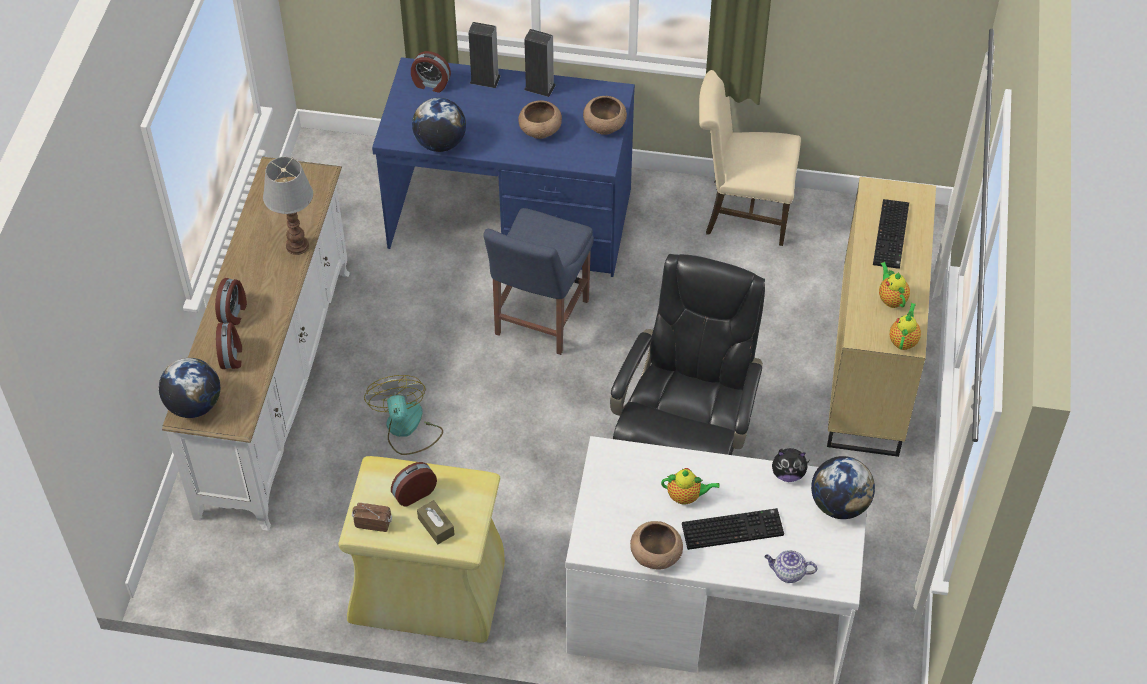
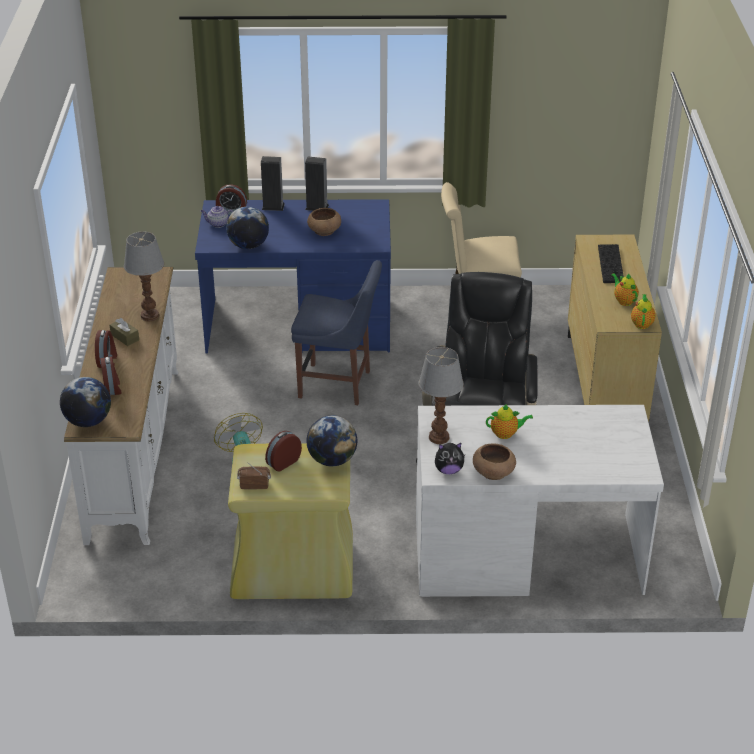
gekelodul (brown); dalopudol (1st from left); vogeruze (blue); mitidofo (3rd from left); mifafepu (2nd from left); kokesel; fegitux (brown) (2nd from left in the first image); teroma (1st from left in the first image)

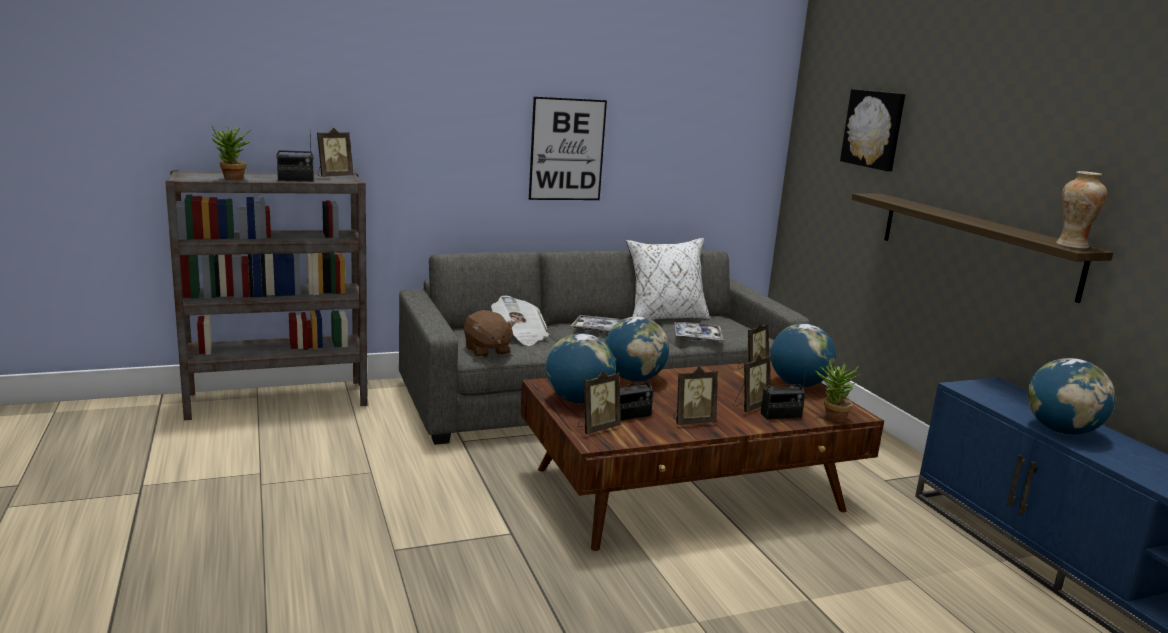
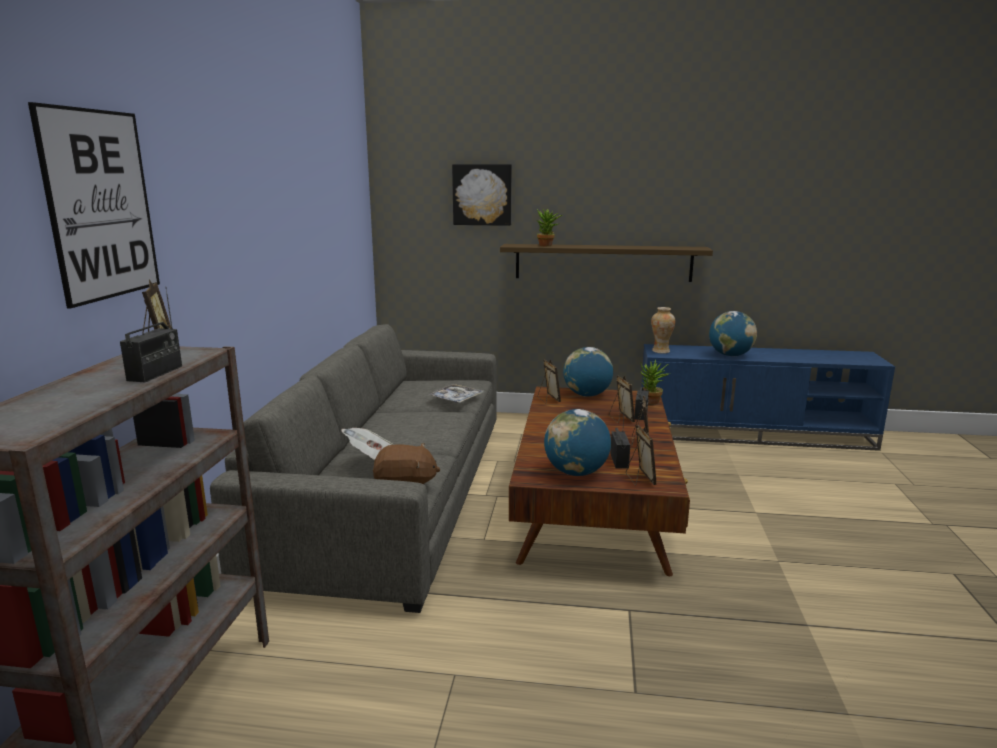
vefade (1st from left); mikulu (1st from left); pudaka; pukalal (1st from left in the first image); mitidofo (2nd from left in the first image); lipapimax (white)

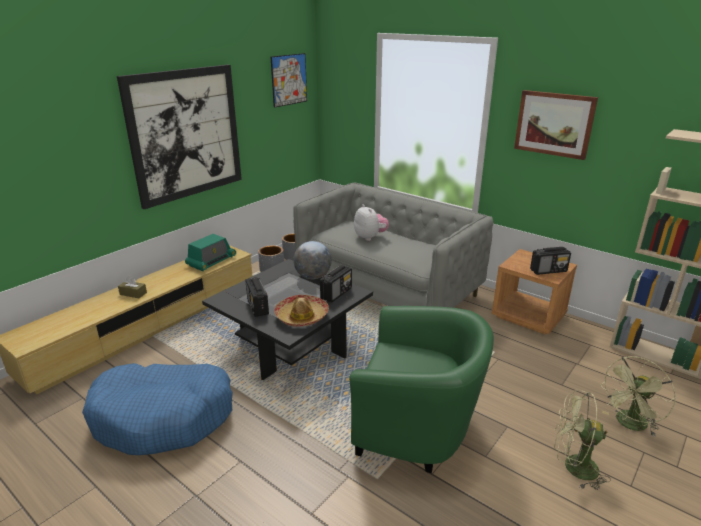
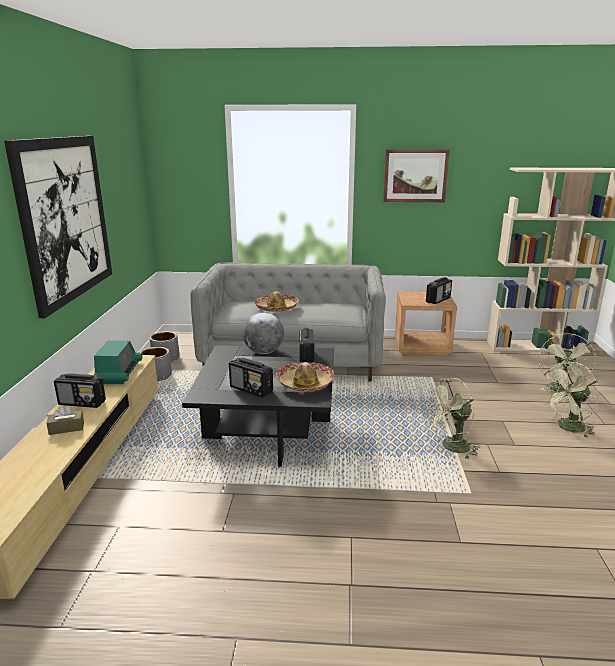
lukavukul (1st from left); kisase (1st from left); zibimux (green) (1st from left); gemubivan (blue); vefade (2nd from left in the first image)

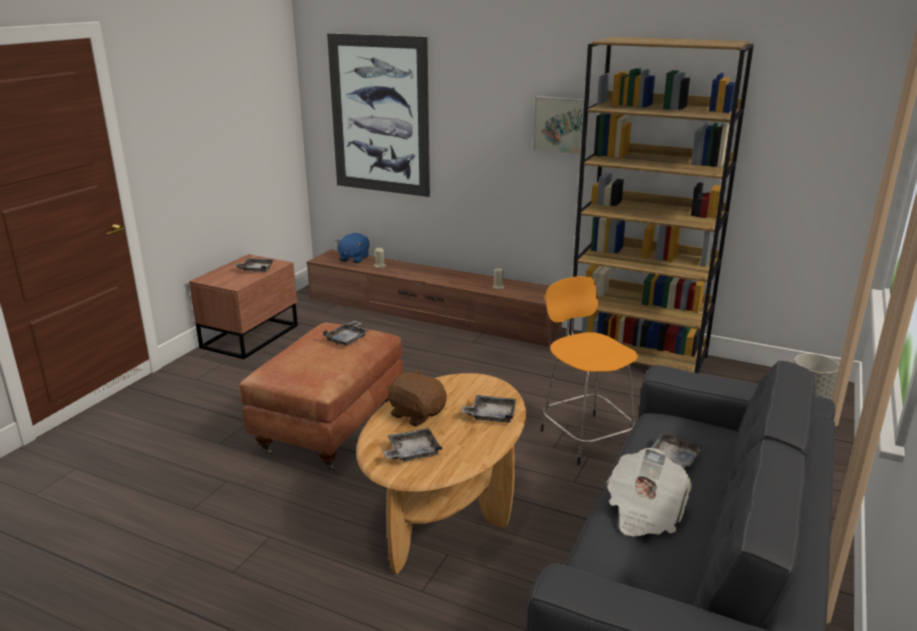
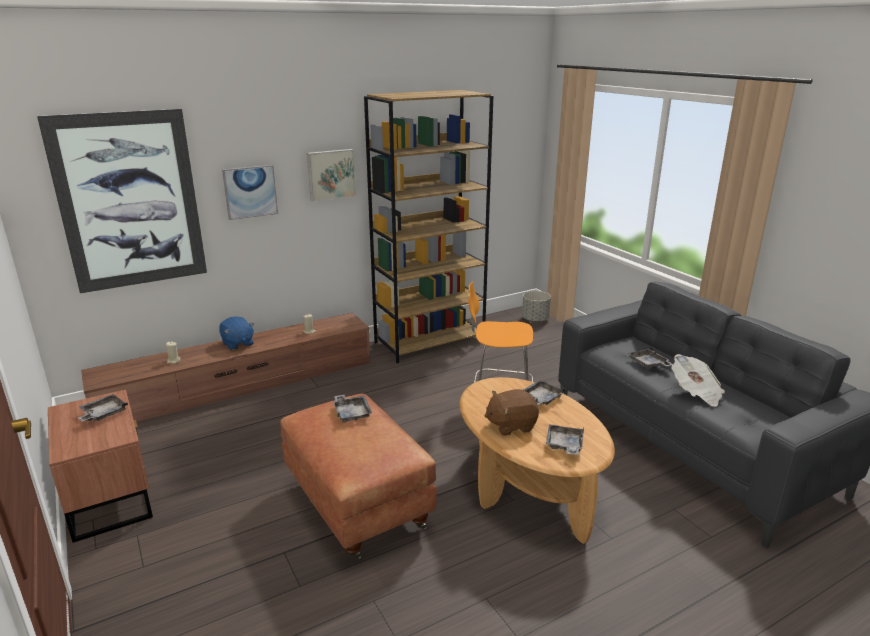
kokesel (blue); vefade (2nd from left)

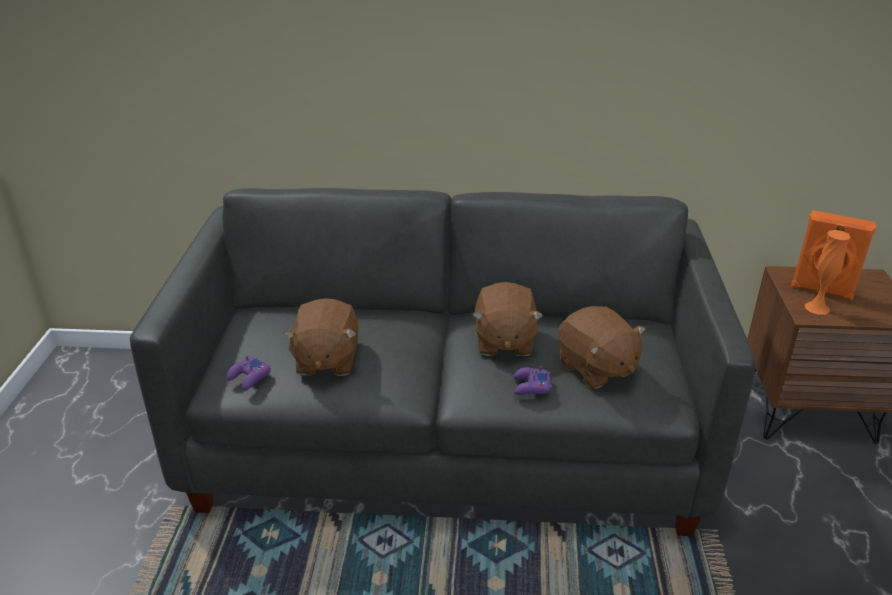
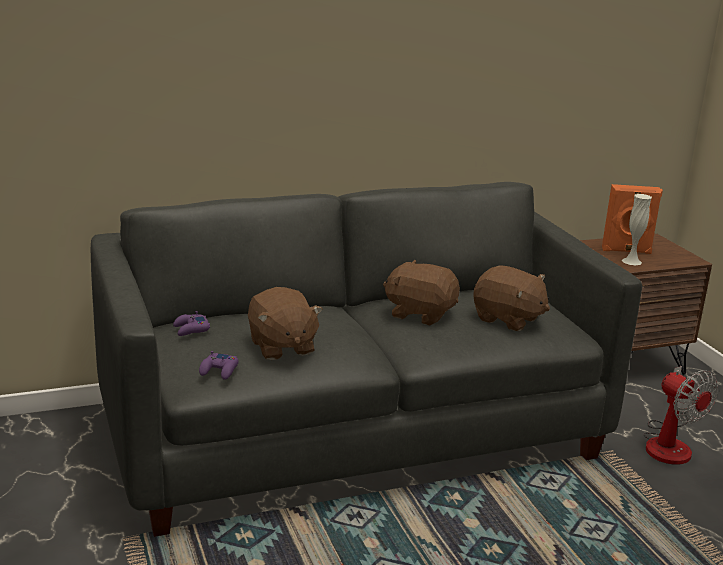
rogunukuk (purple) (1st from left); kokesel (brown) (2nd from left); pudaka (white); zibimux

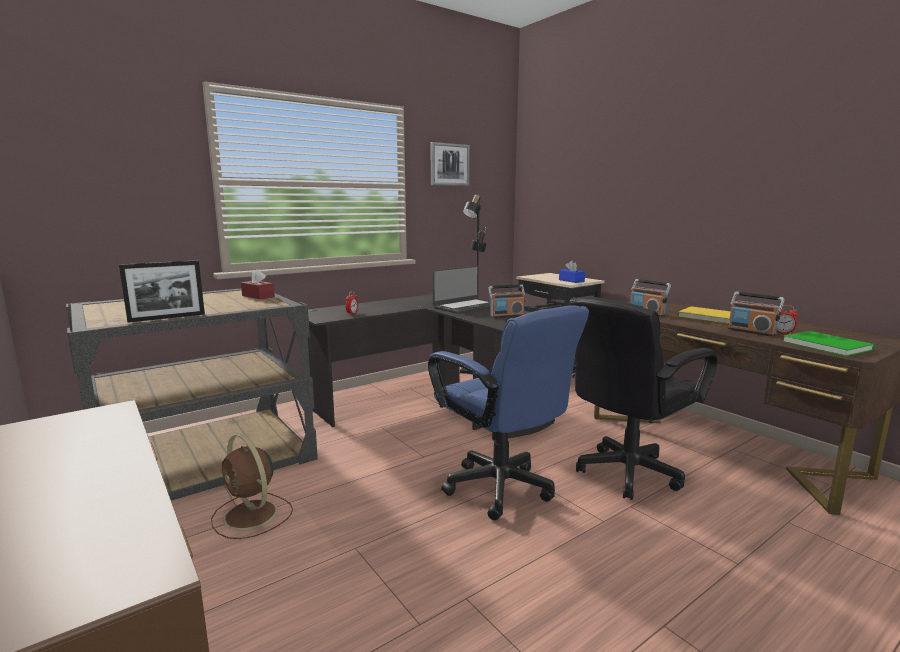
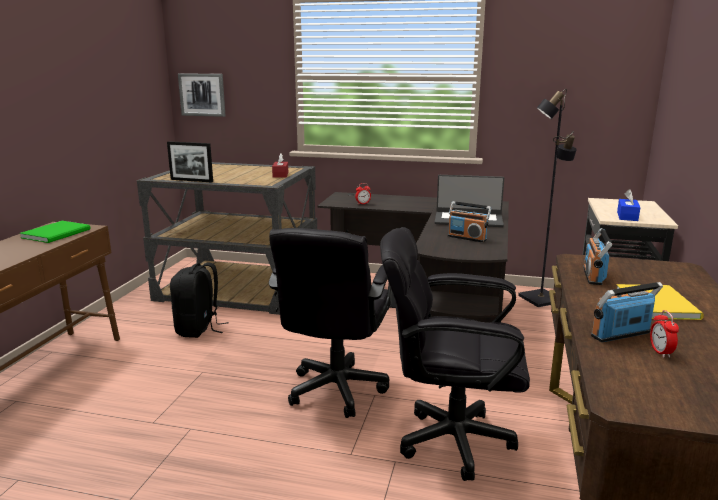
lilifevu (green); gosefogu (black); vefade; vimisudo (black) (1st from left); lukavukul (3rd from left)

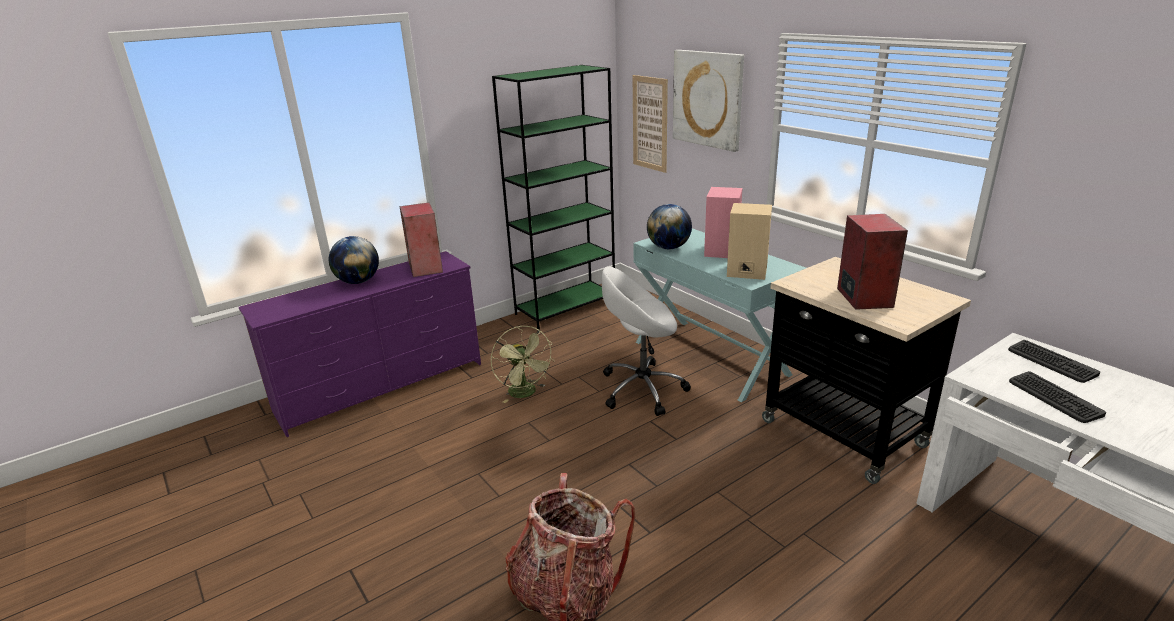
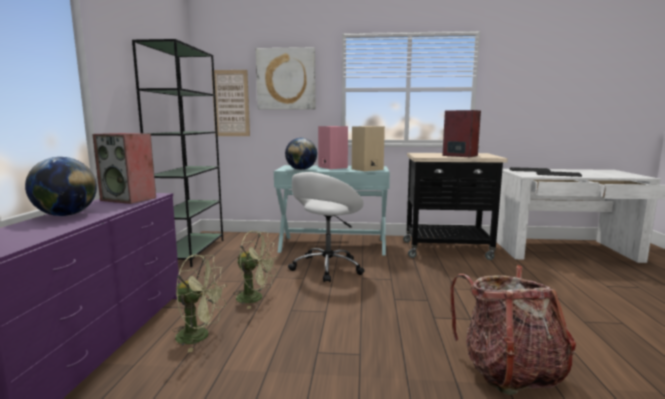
zibimux (green) (1st from left)

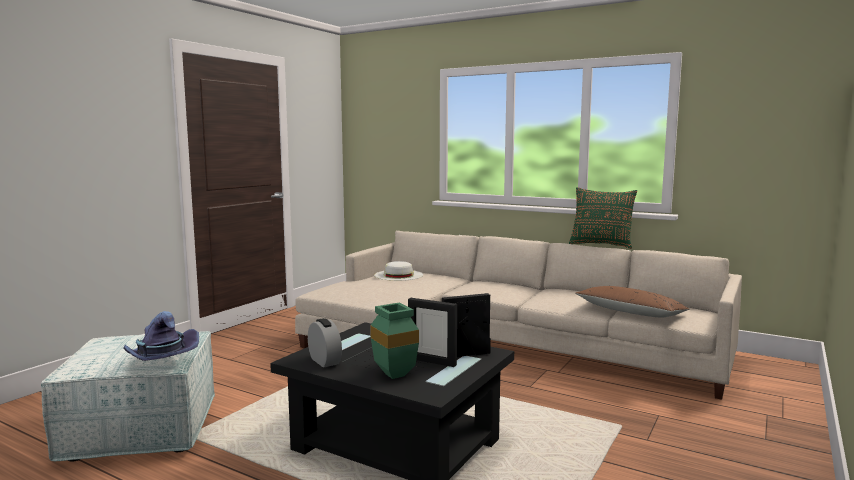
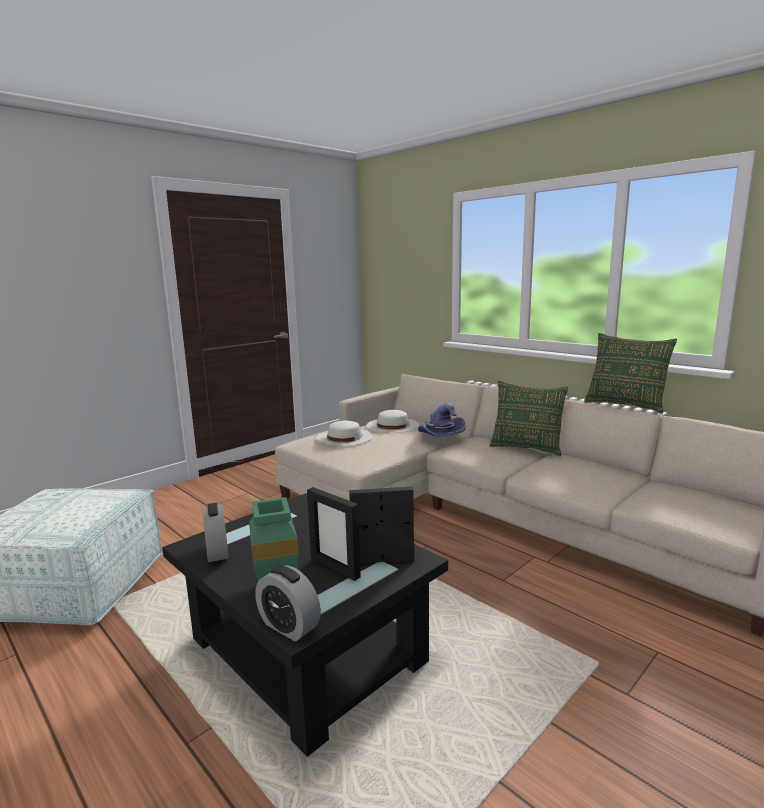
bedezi (2nd from left); kisase (white) (1st from left); kisase (purple); lipapimax (green) (1st from left); lipapimax (brown)

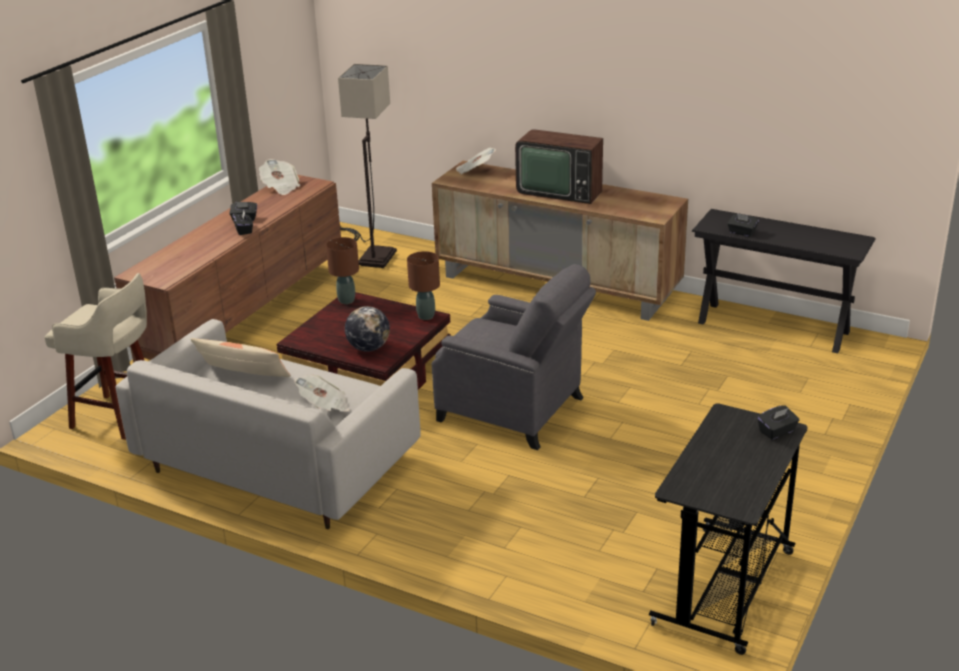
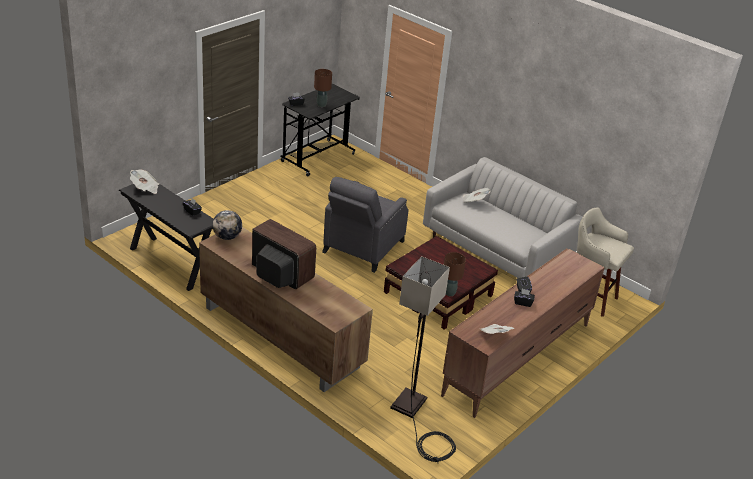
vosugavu (1st from left); mitidofo; mifafepu (brown) (1st from left); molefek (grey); lipapimax

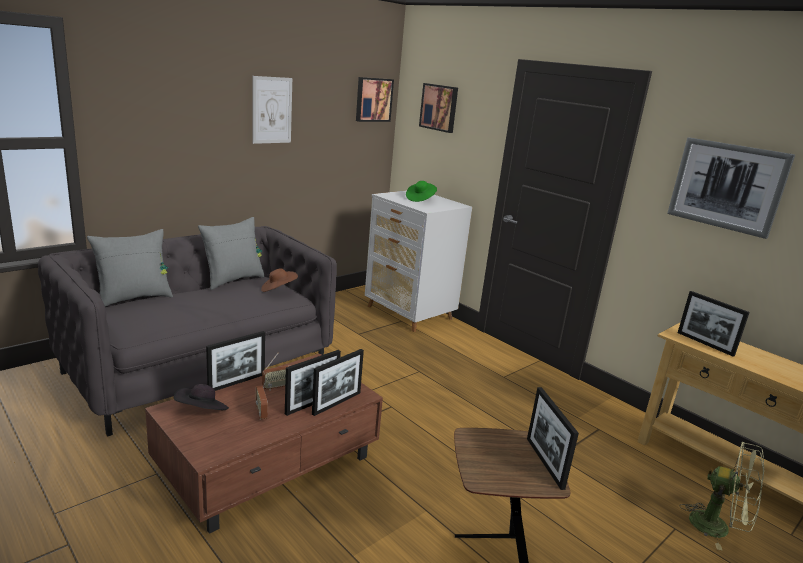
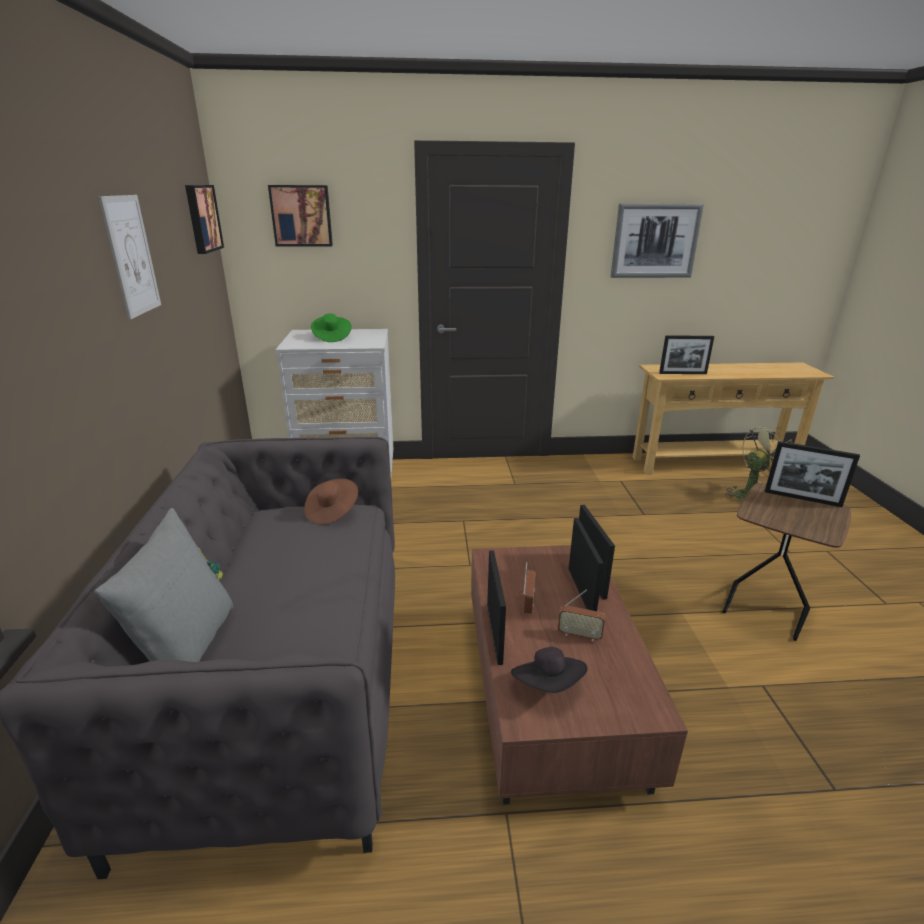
lipapimax (grey) (2nd from left in the first image)

